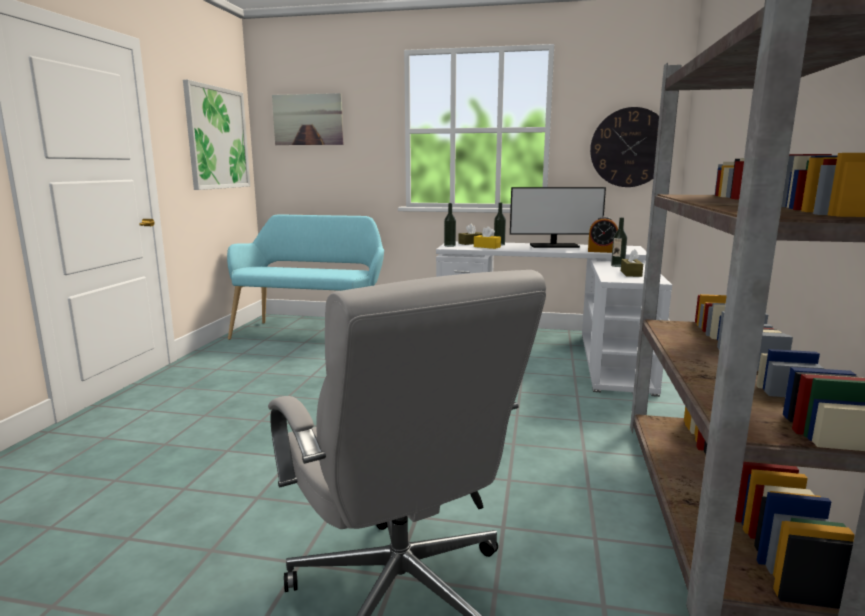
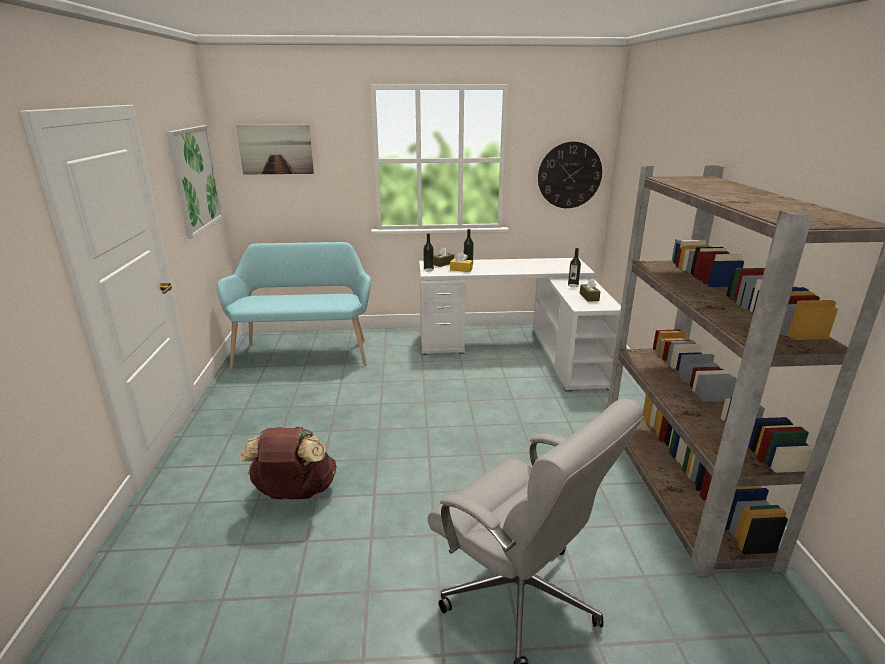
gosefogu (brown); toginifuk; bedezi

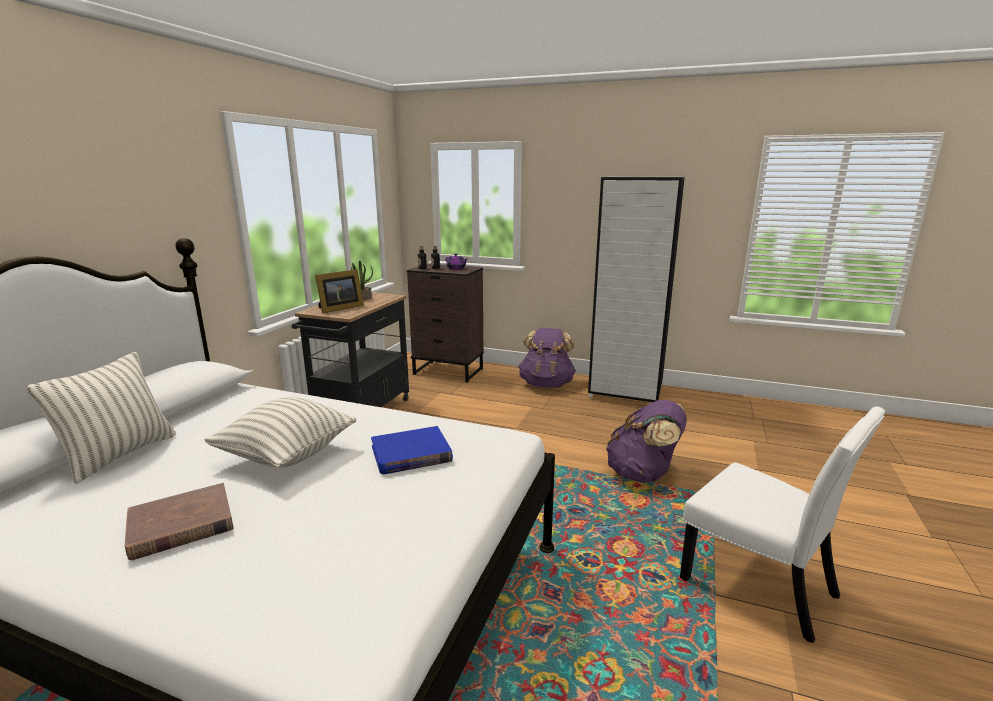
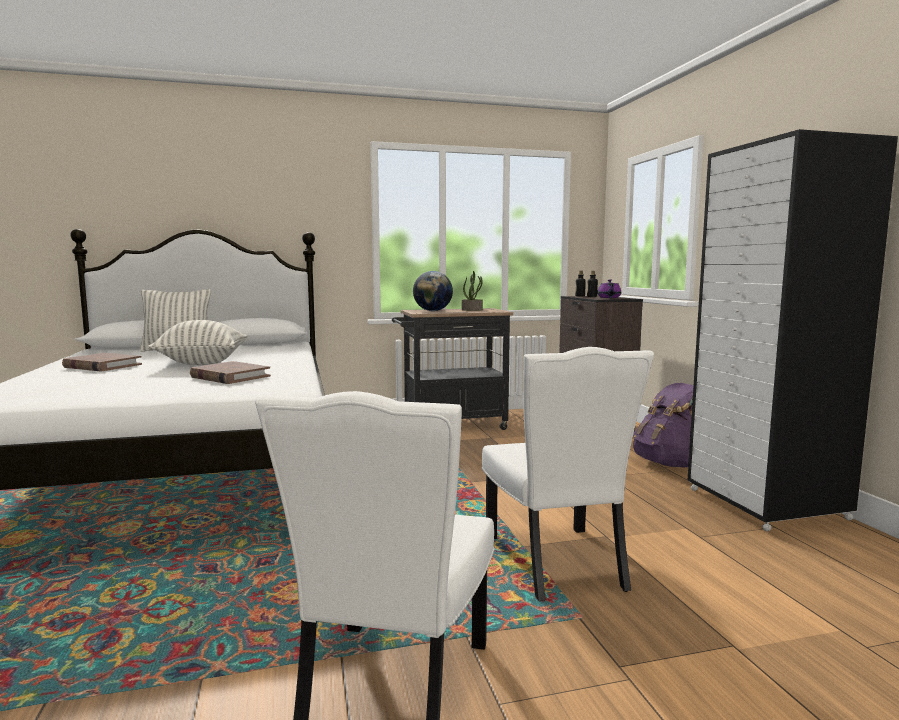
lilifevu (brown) (2nd from left); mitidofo; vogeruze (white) (2nd from left)

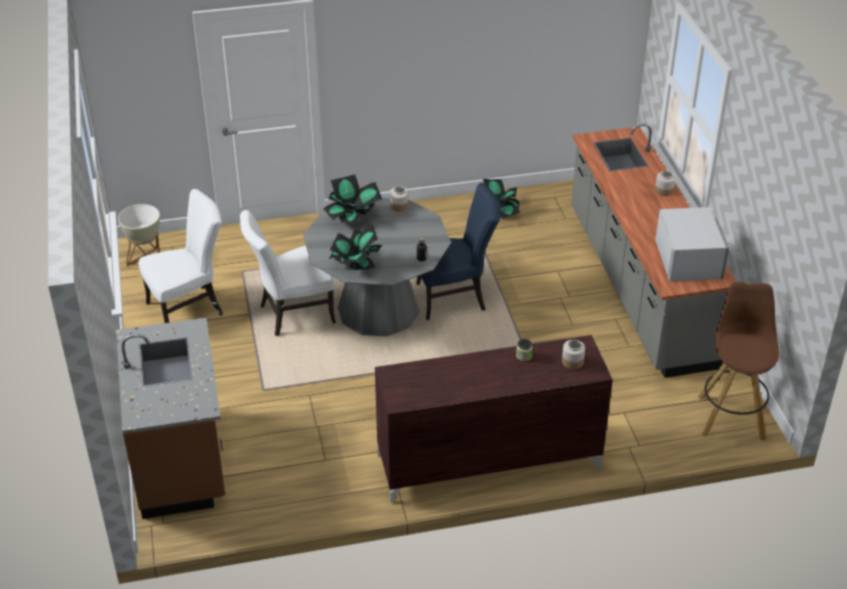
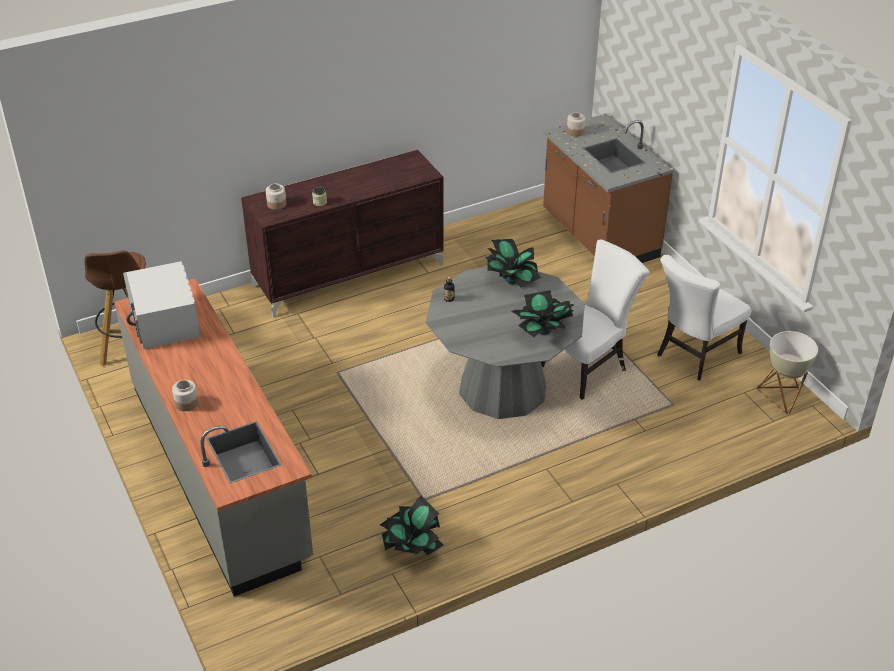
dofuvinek (4th from left); vogeruze (blue)

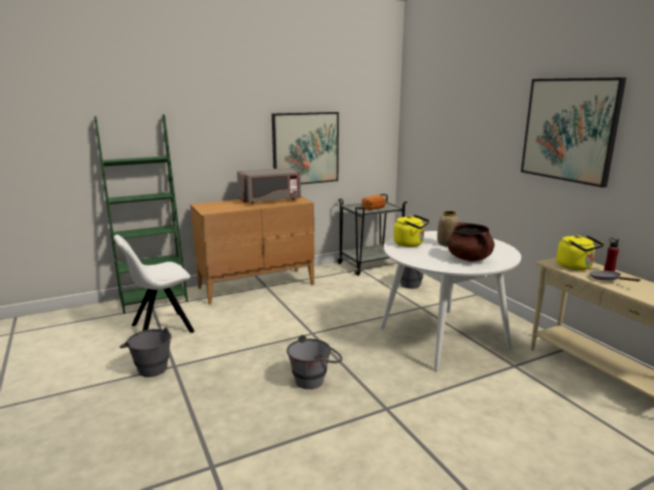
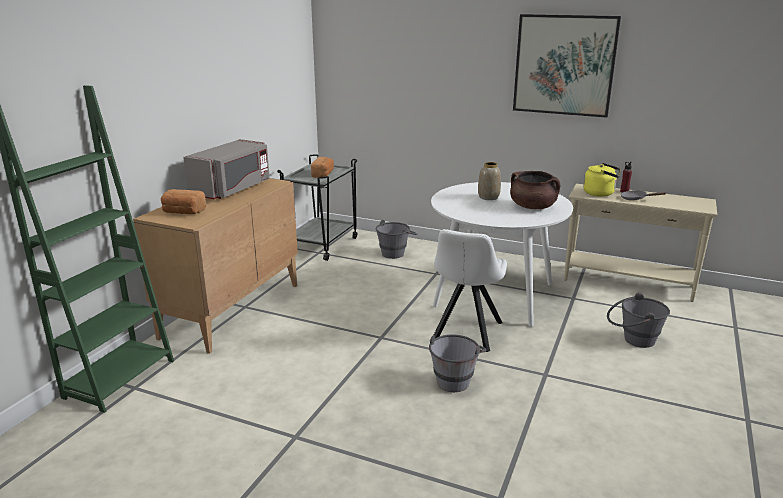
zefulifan (1st from left); vogeruze (white); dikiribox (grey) (3rd from left); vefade (1st from left in the first image); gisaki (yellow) (1st from left in the first image)

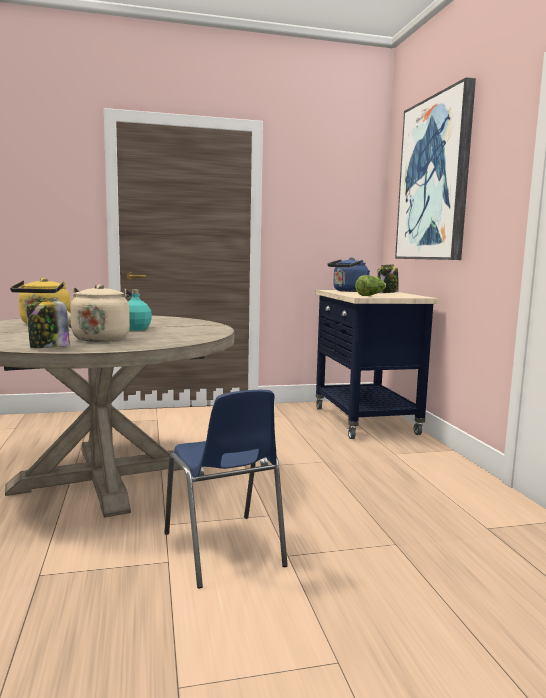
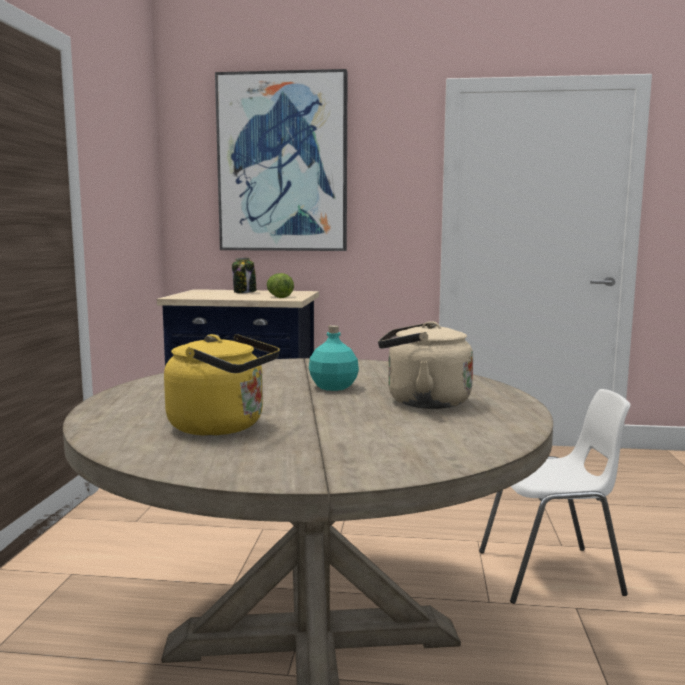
vogeruze (white); dofuvinek (1st from left in the first image); gisaki (blue)

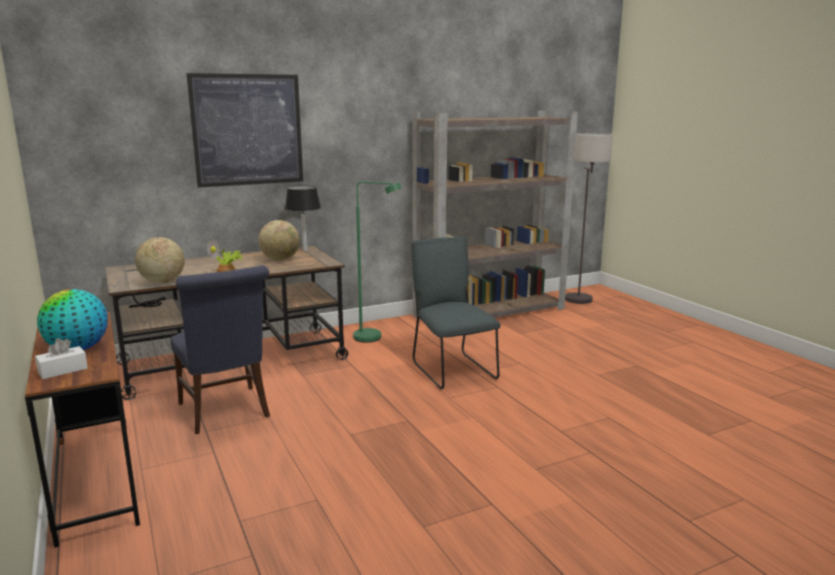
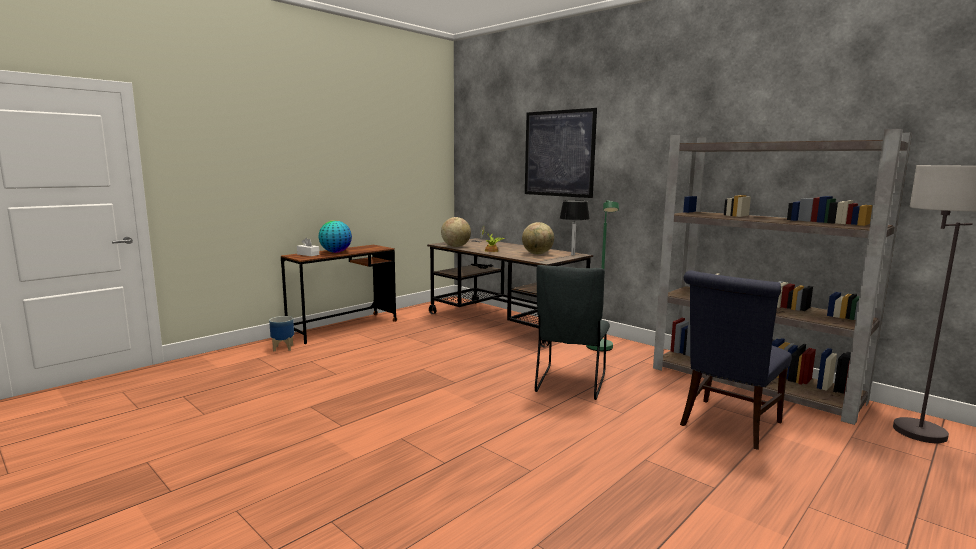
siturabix; vogeruze (grey); vogeruze (blue)

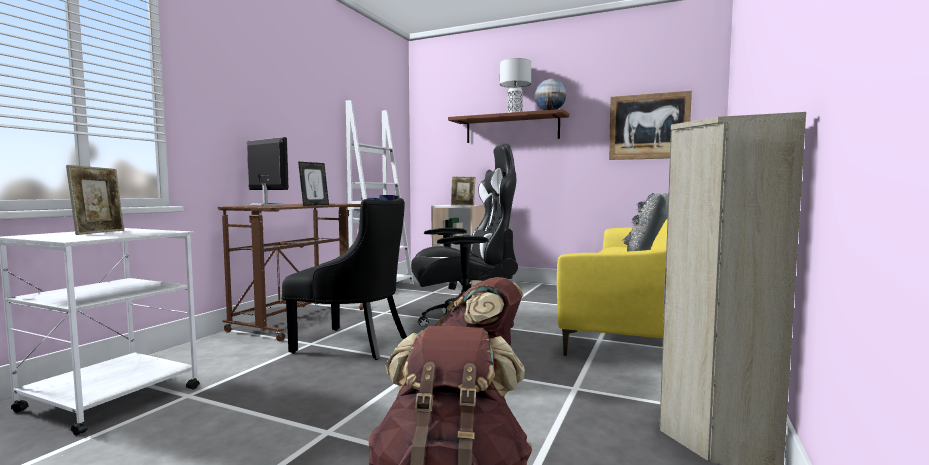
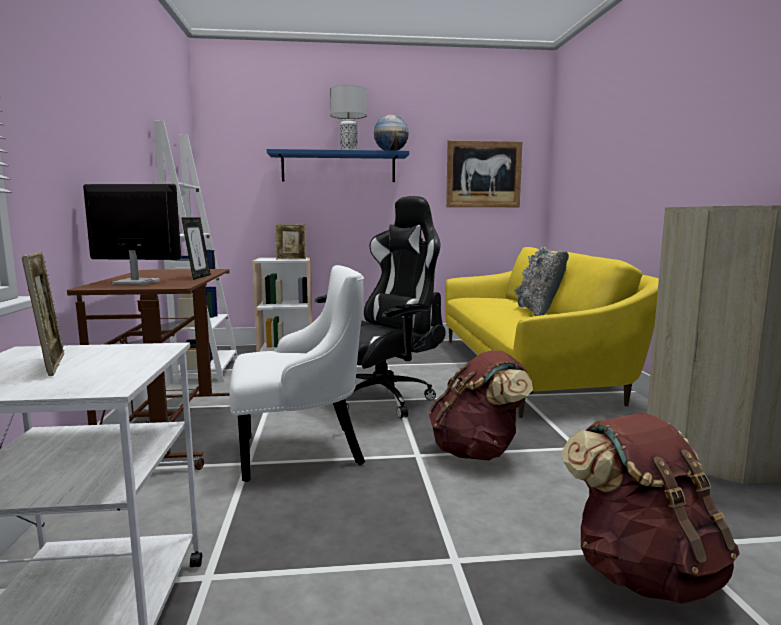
vogeruze (white); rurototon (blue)

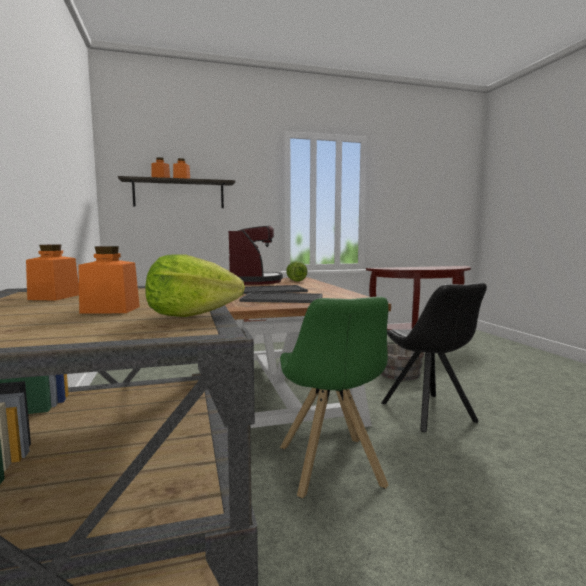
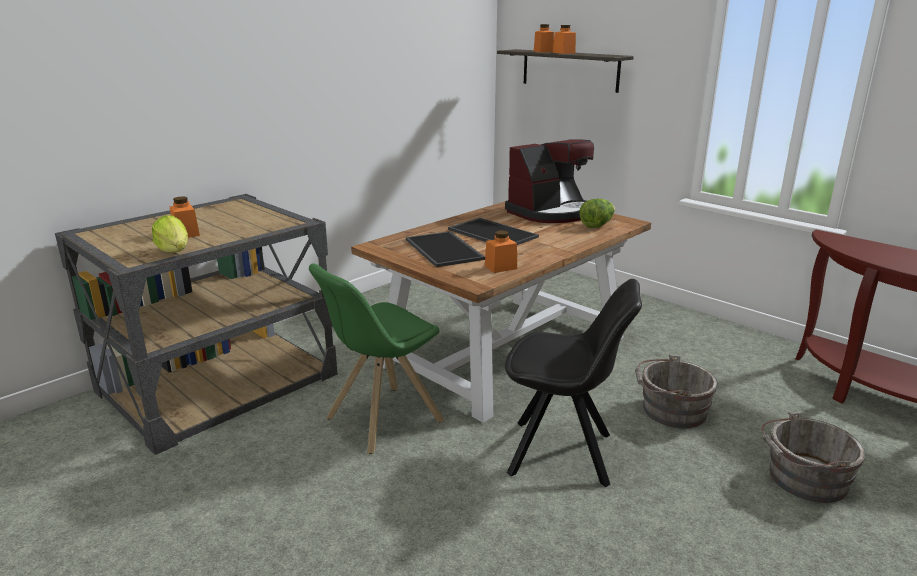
dofuvinek (orange) (2nd from left); vogeruze (black); dikiribox (grey) (2nd from left)

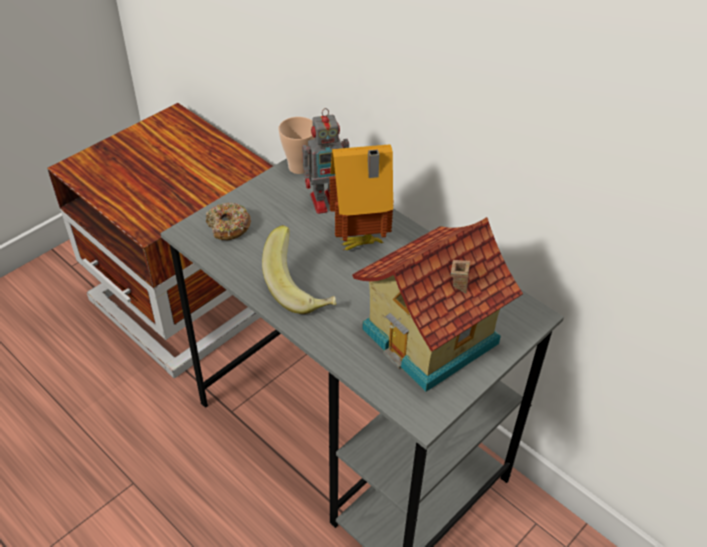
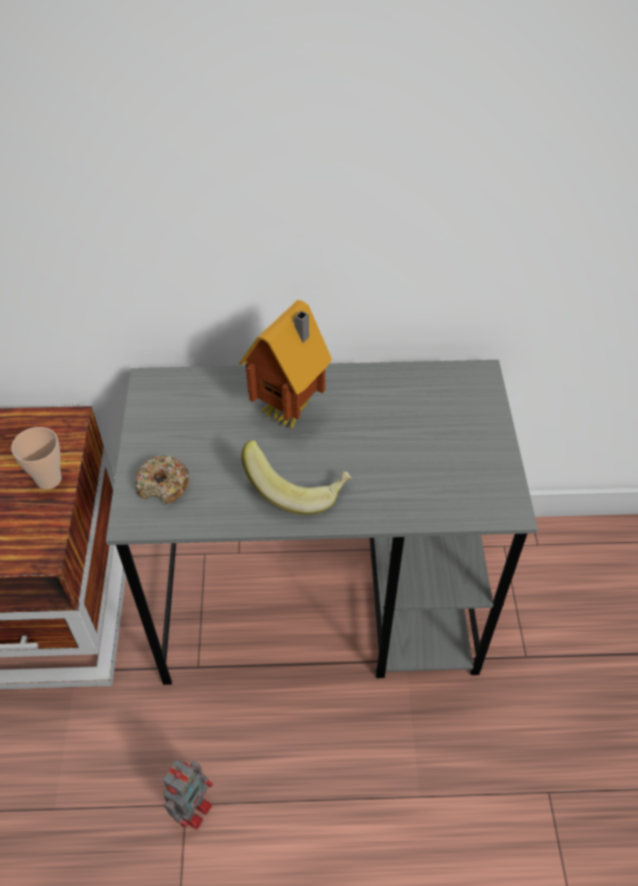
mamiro; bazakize; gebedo (2nd from left in the first image)

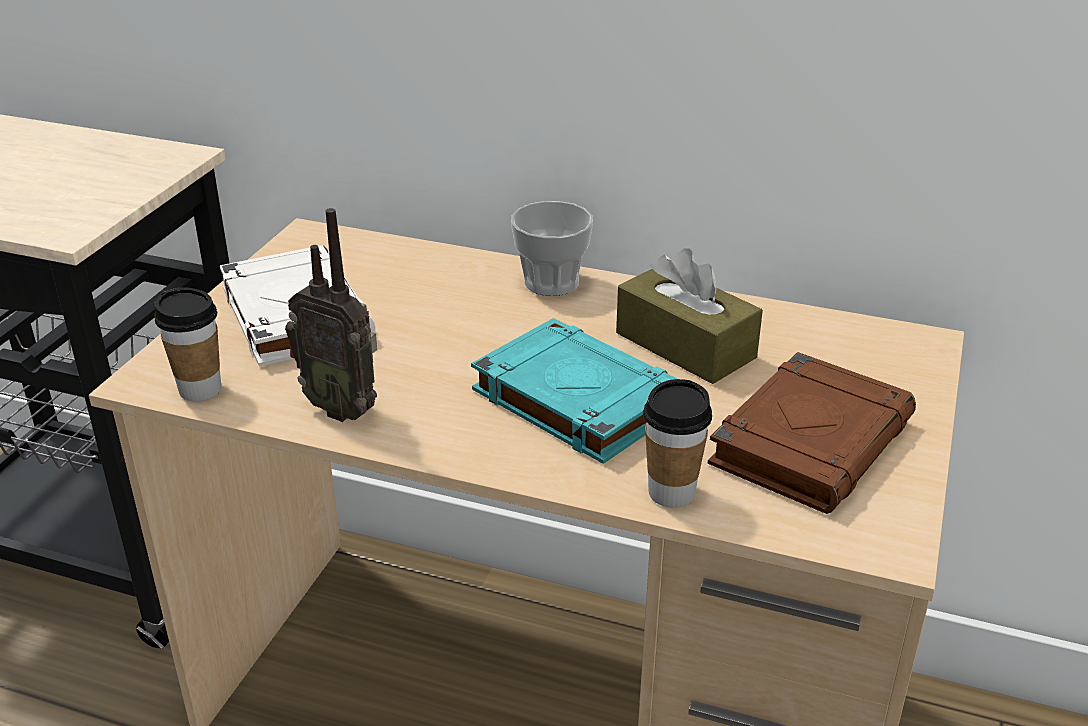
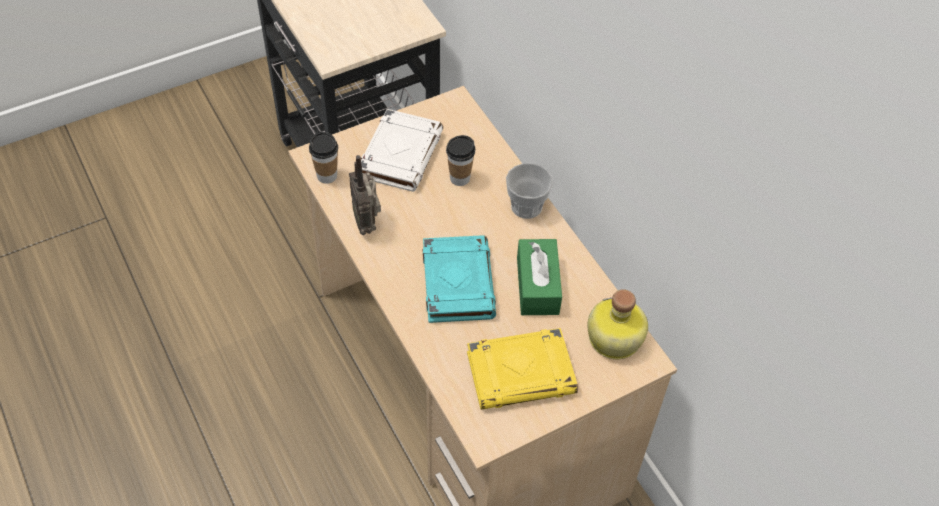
mamiro (2nd from left); lilifevu (yellow); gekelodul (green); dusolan

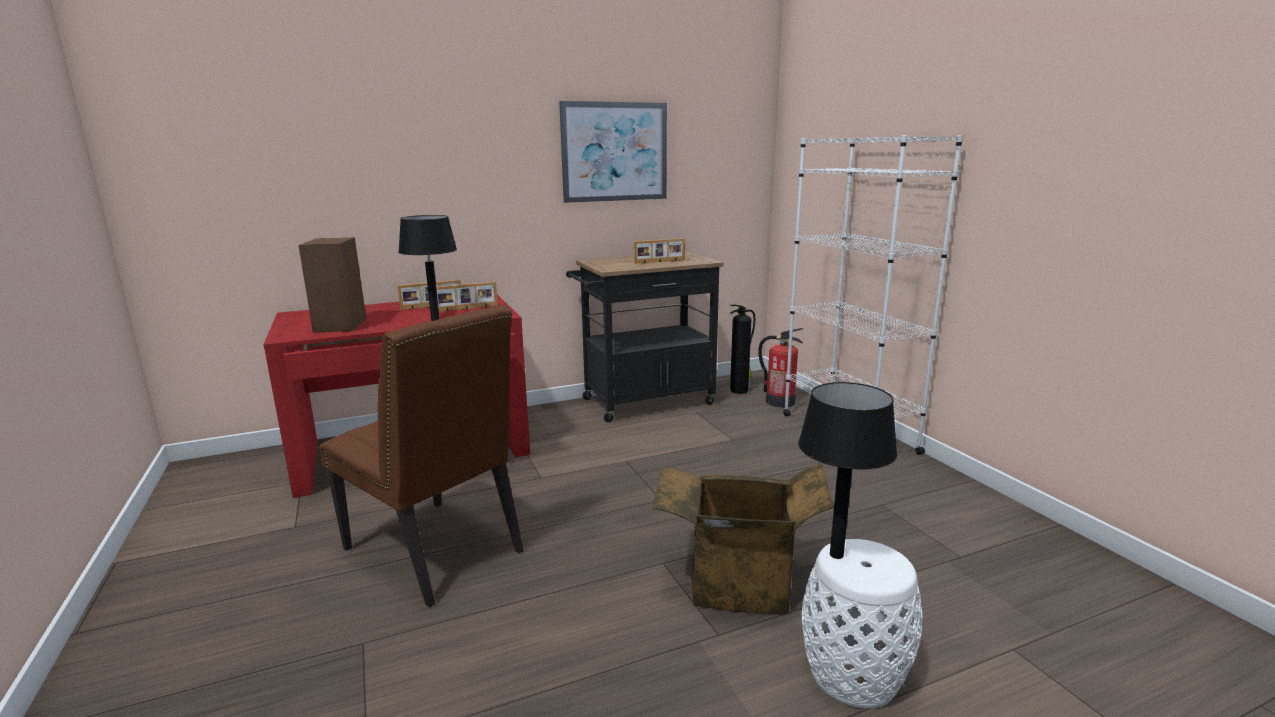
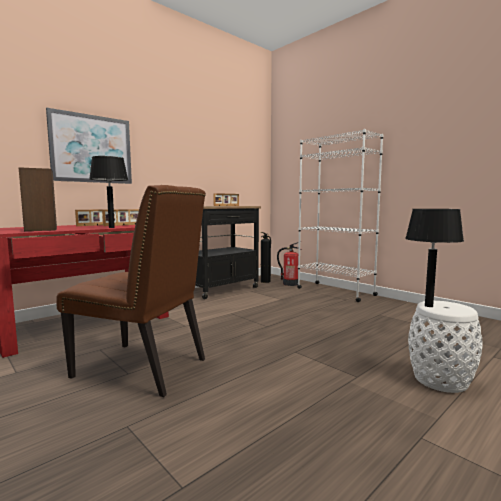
vefade; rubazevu

